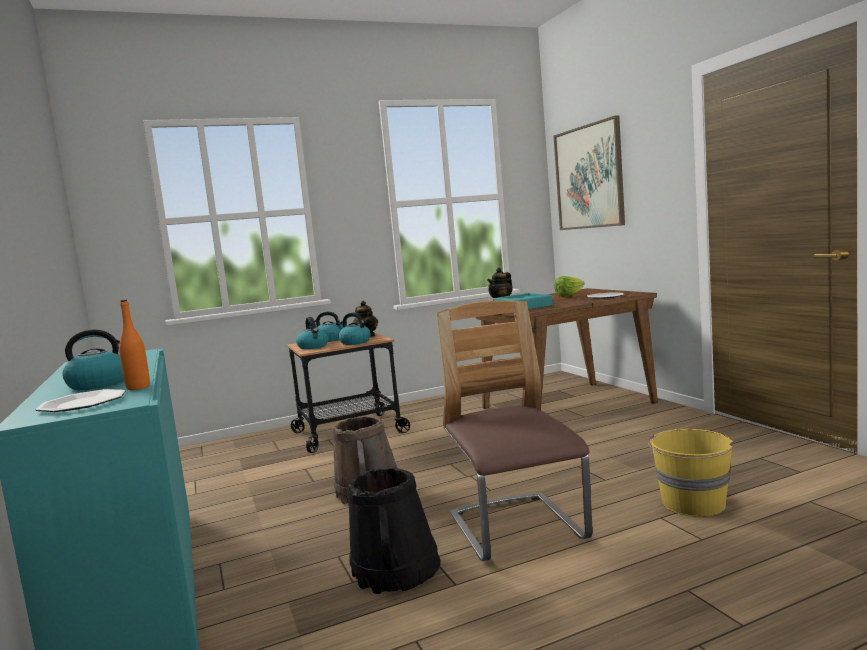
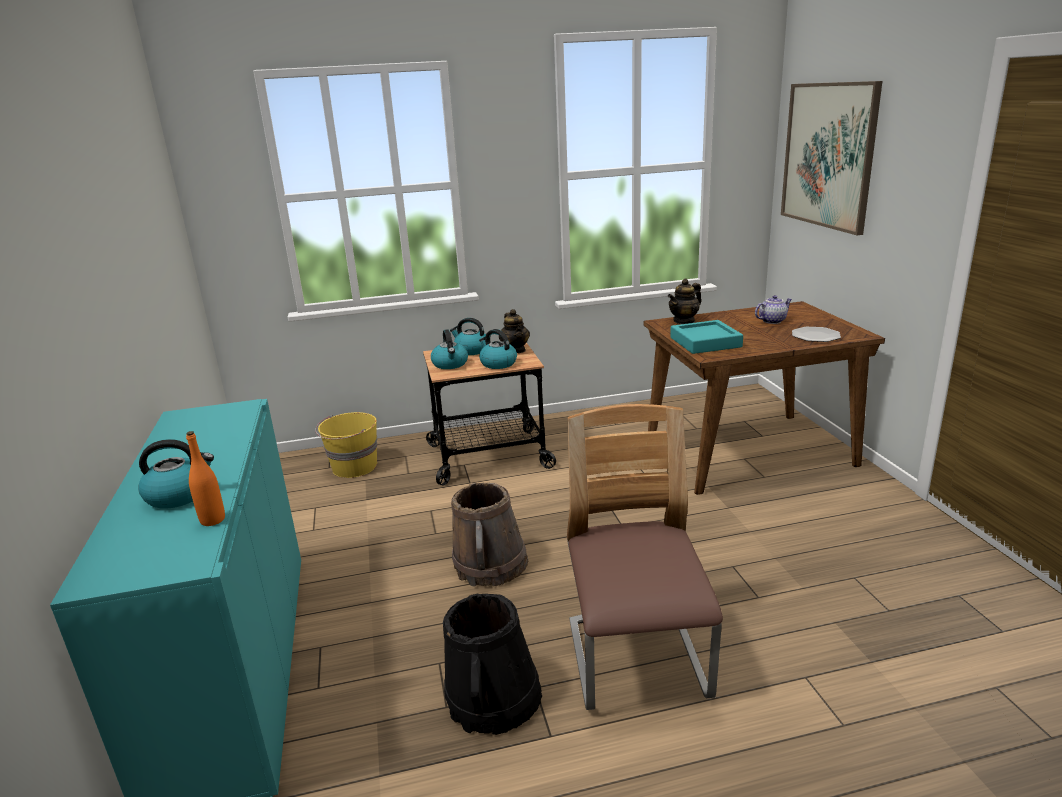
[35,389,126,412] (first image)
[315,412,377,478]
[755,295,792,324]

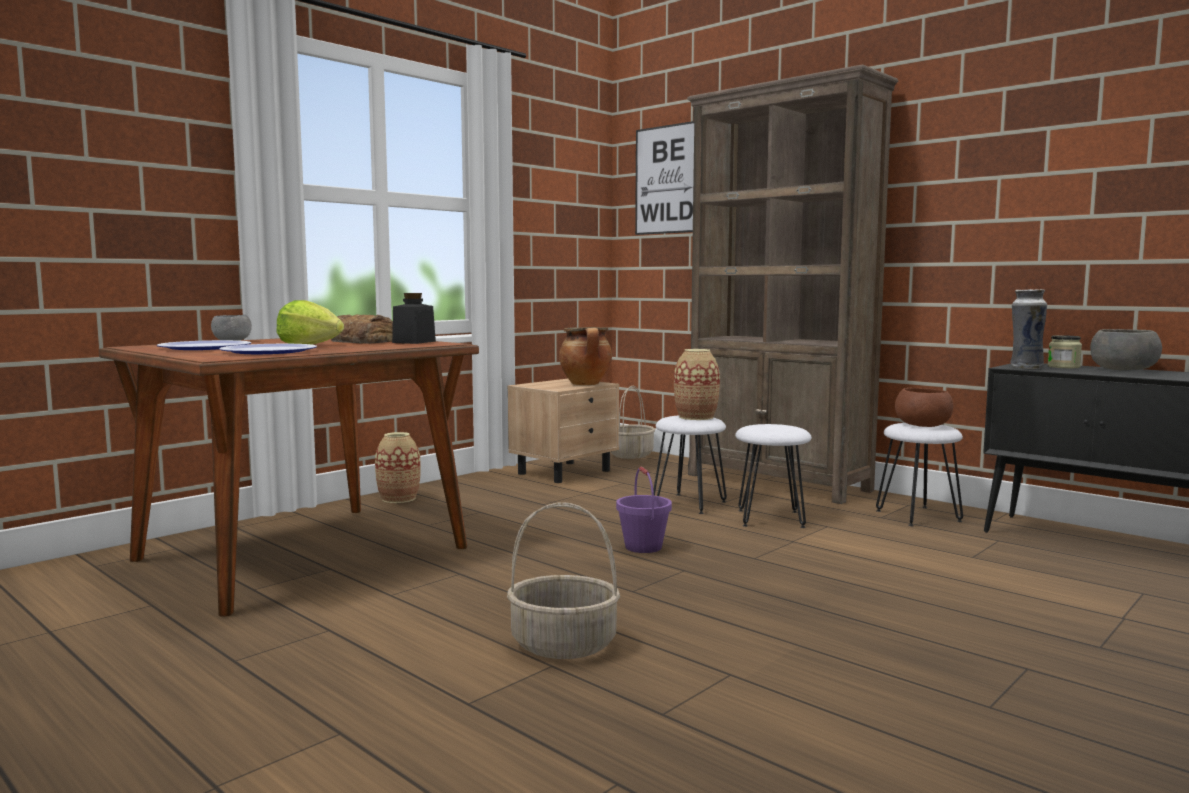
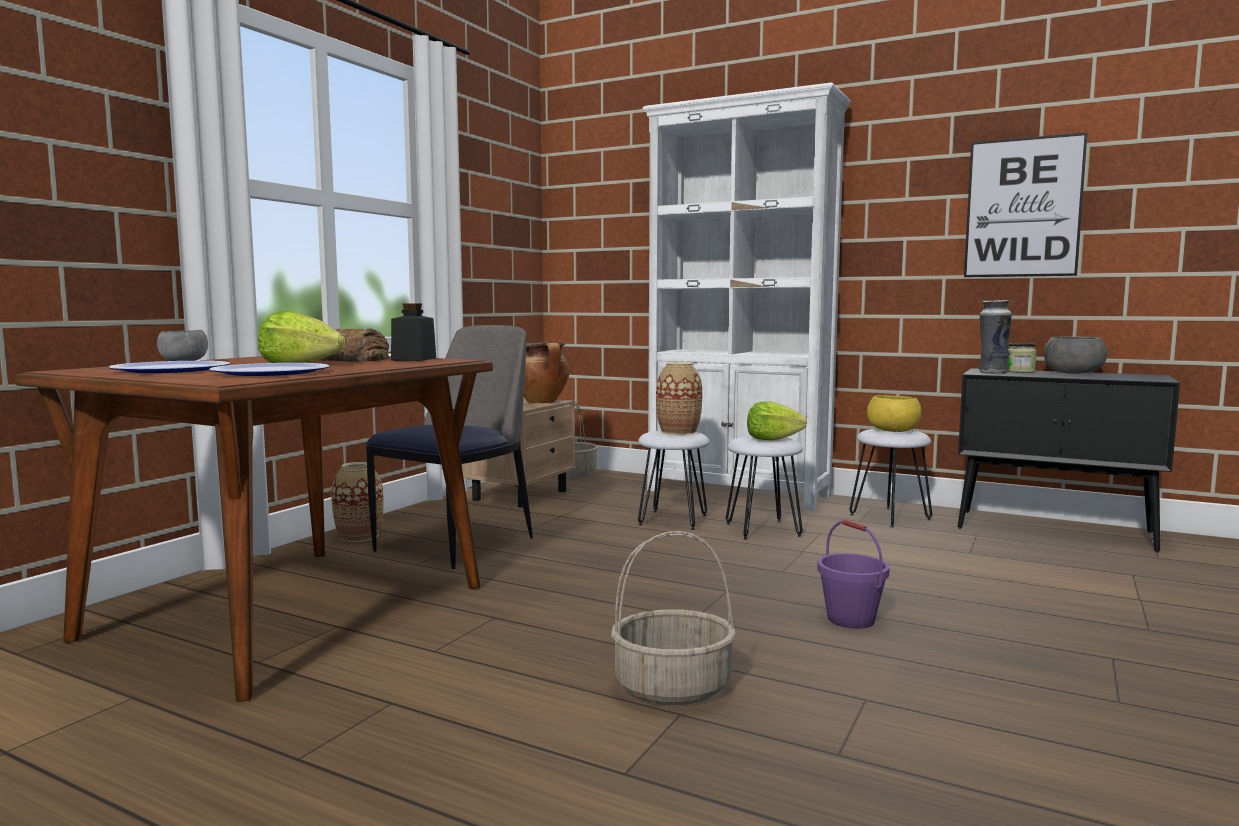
[366,325,533,569]
[747,401,807,441]
[817,520,890,629]
[964,132,1087,277]
[643,82,851,511]
[867,395,922,432]

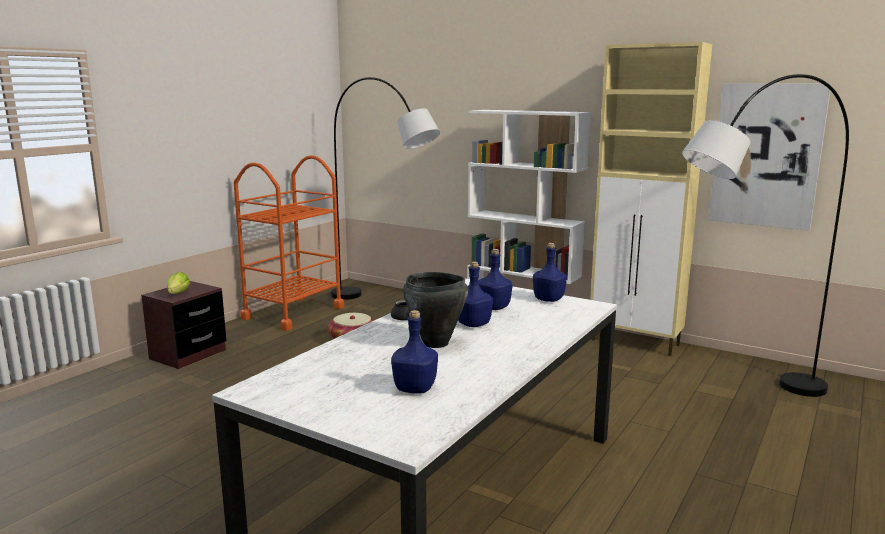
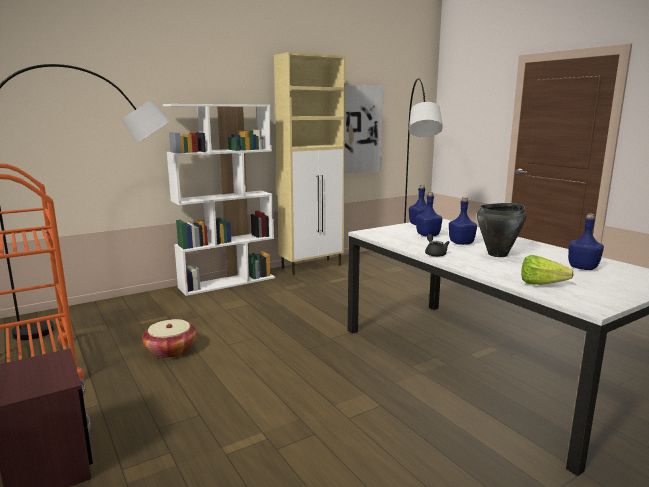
[521,255,574,285]

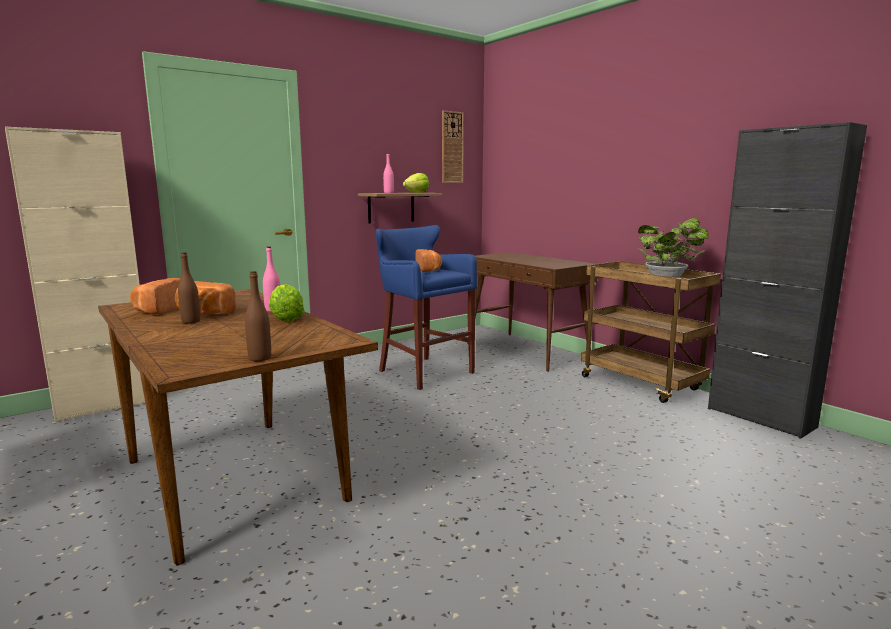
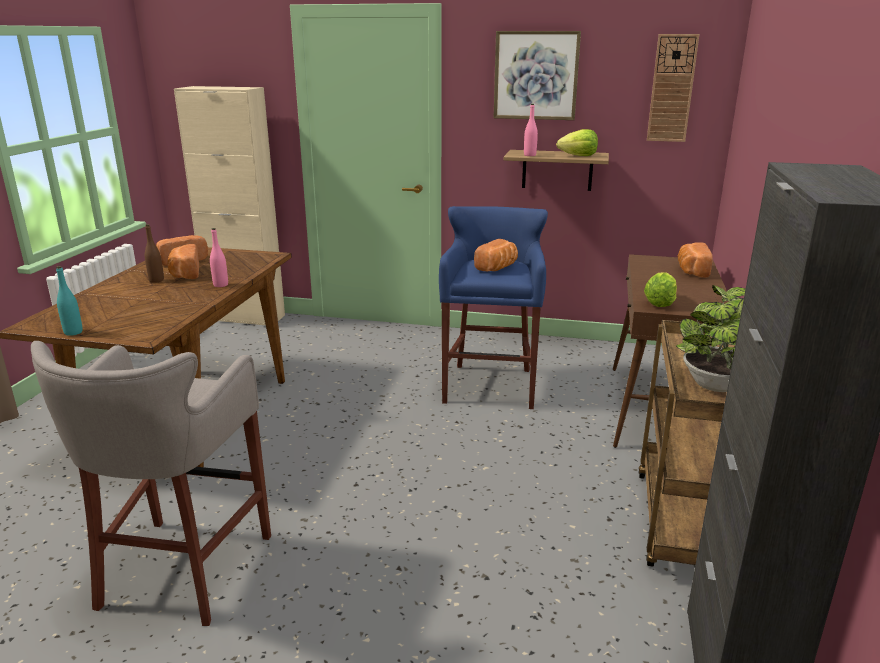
[31,341,271,626]
[494,31,581,120]
[678,242,713,278]
[644,272,677,307]
[56,266,83,336]

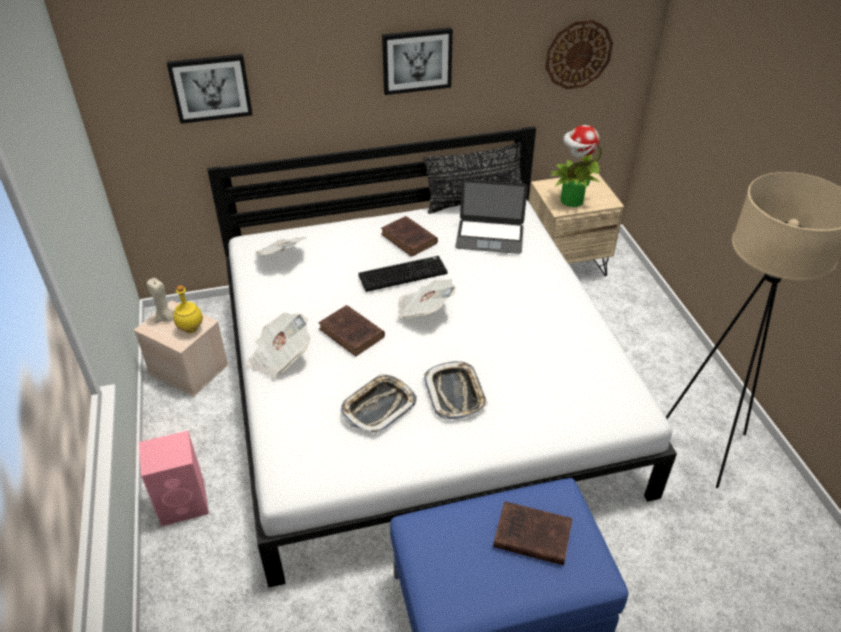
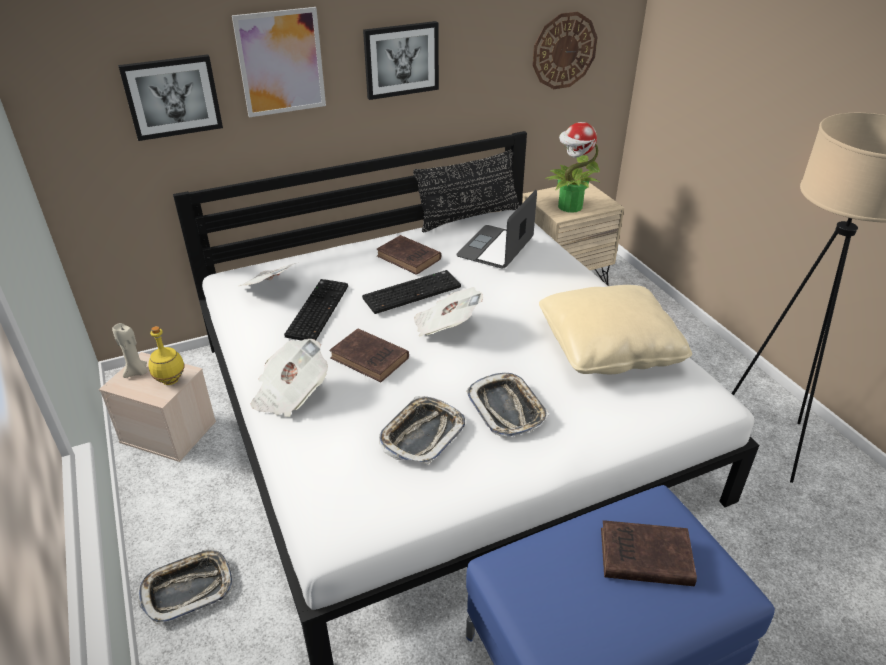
[232,7,326,117]
[284,279,348,341]
[539,285,692,374]
[137,547,233,625]
[456,190,537,269]

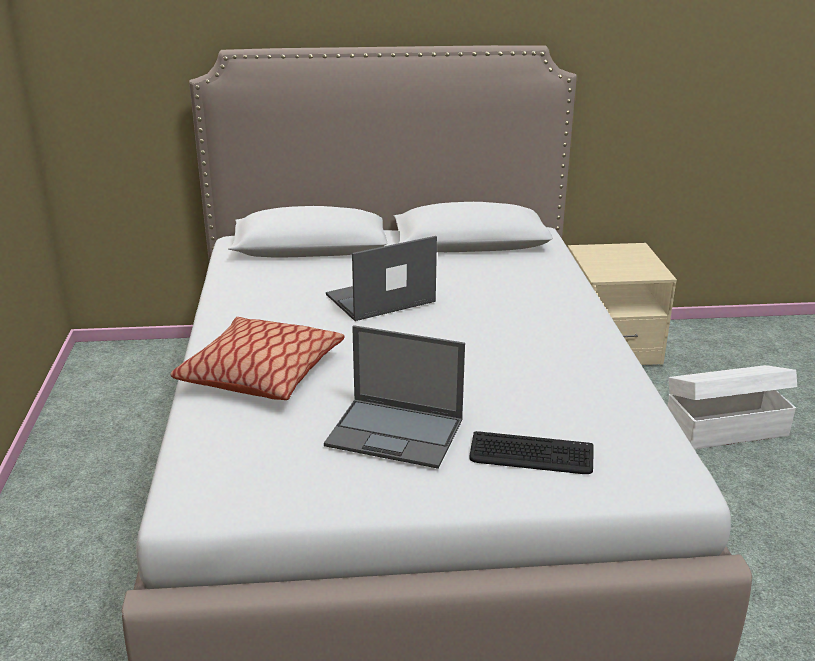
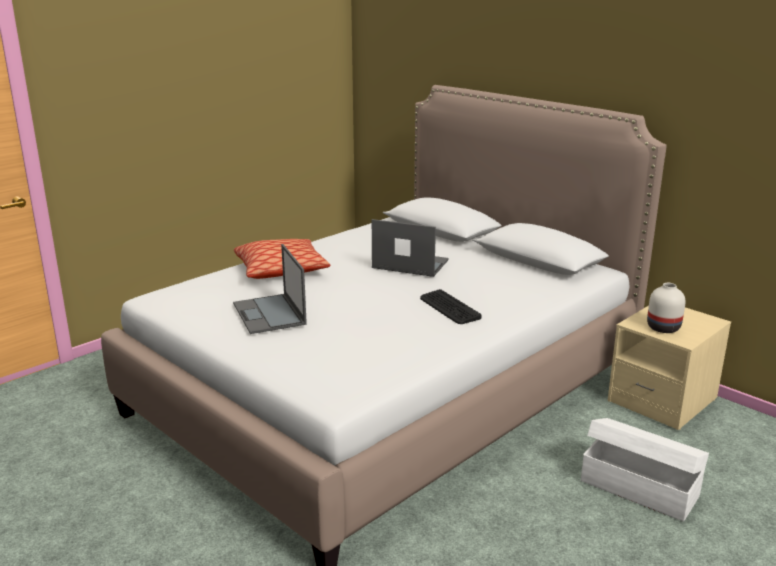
[647,283,686,333]
[420,289,481,324]

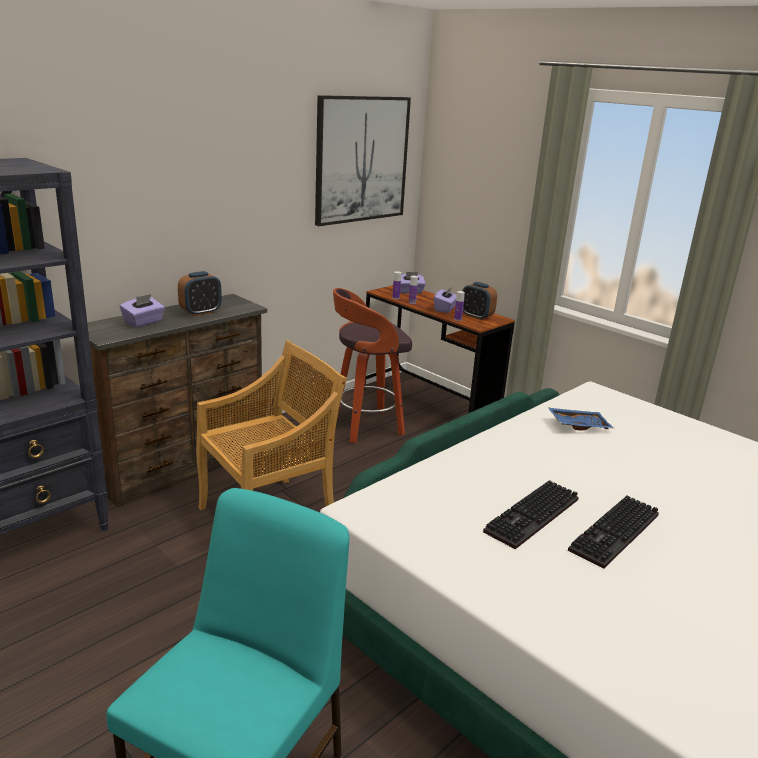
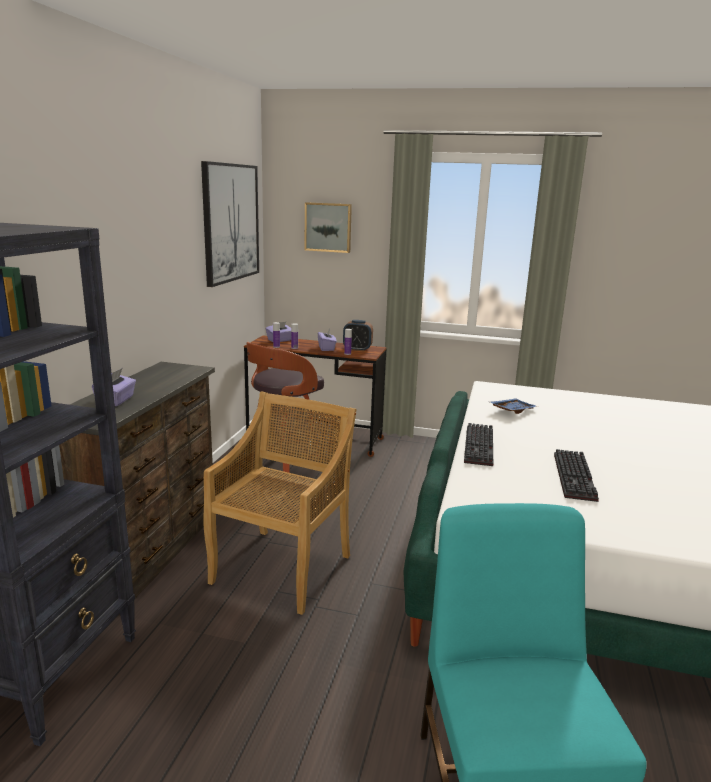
[178,271,222,316] (first image)
[305,202,352,253]
[464,423,493,466]

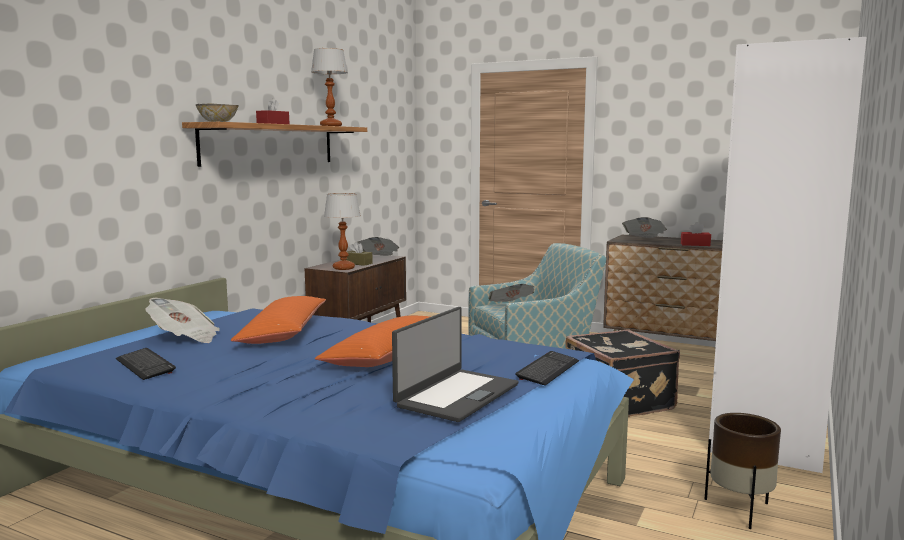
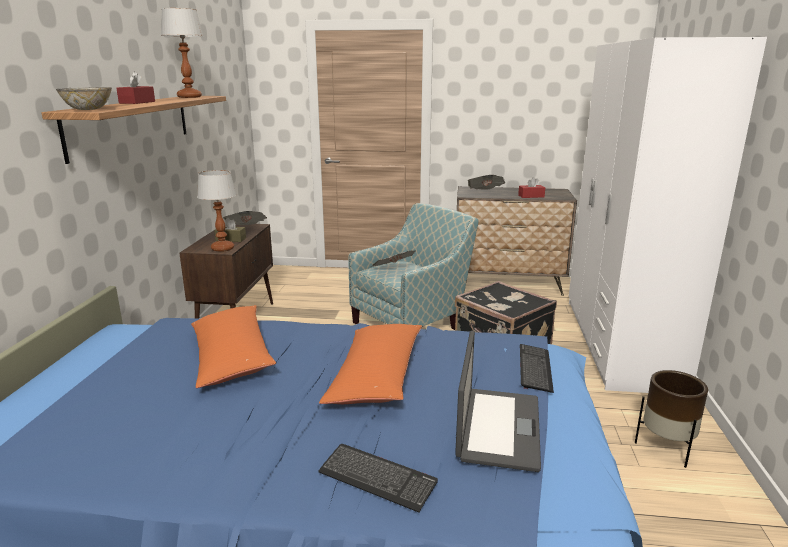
[145,298,219,343] (first image)
[318,444,438,512]

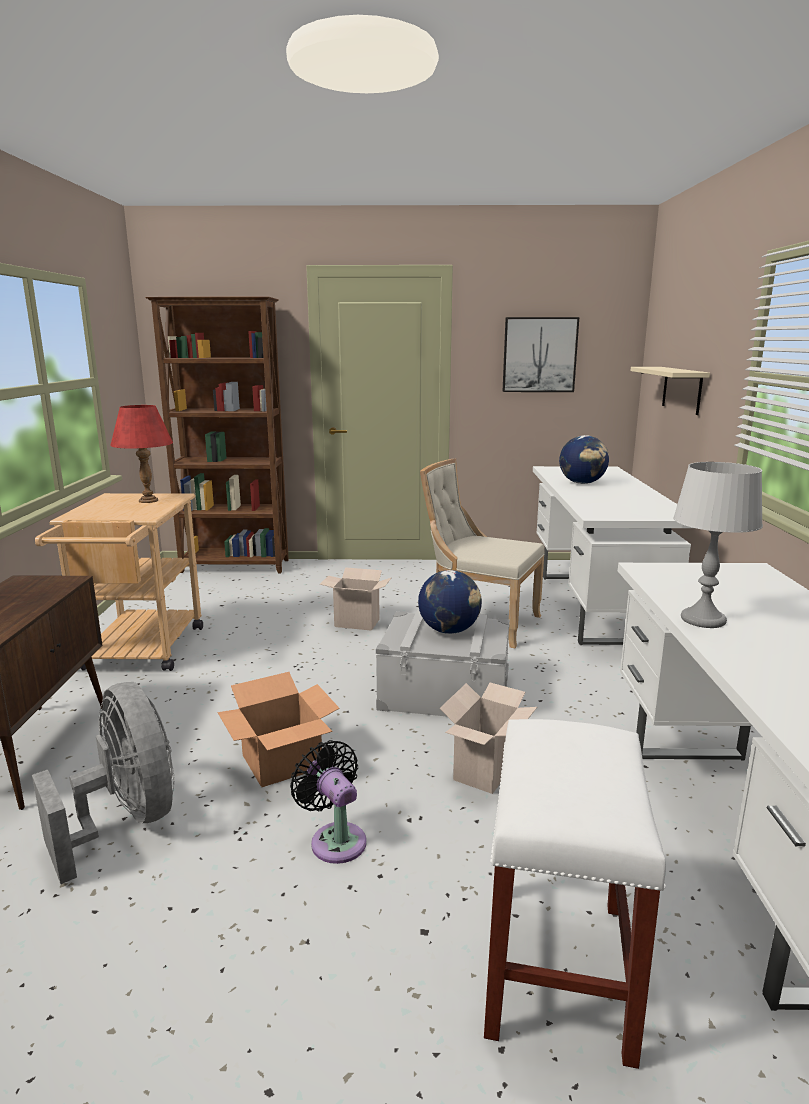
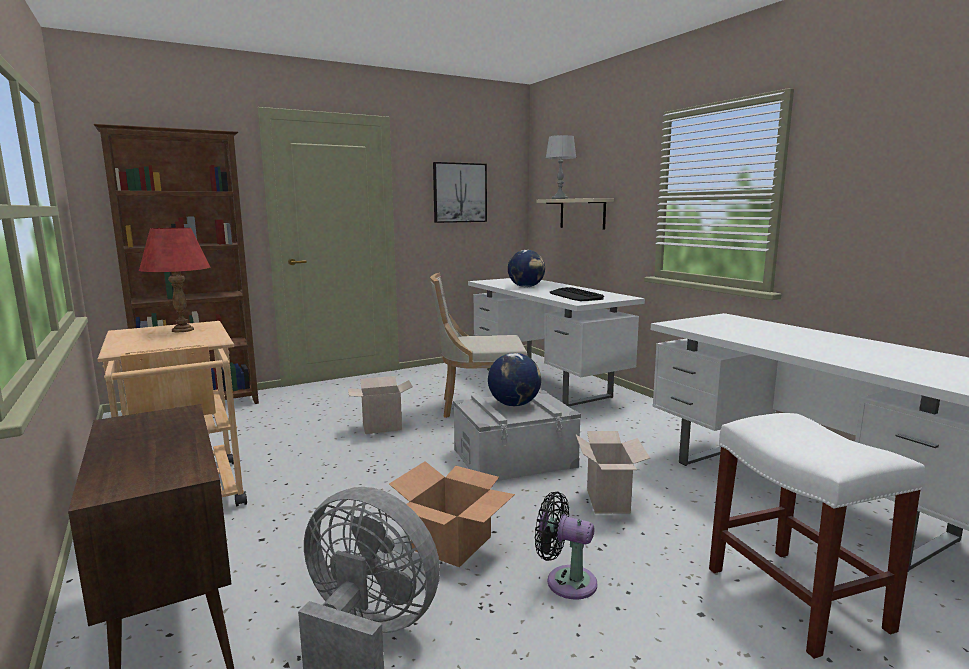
[549,287,604,301]
[546,135,576,199]

